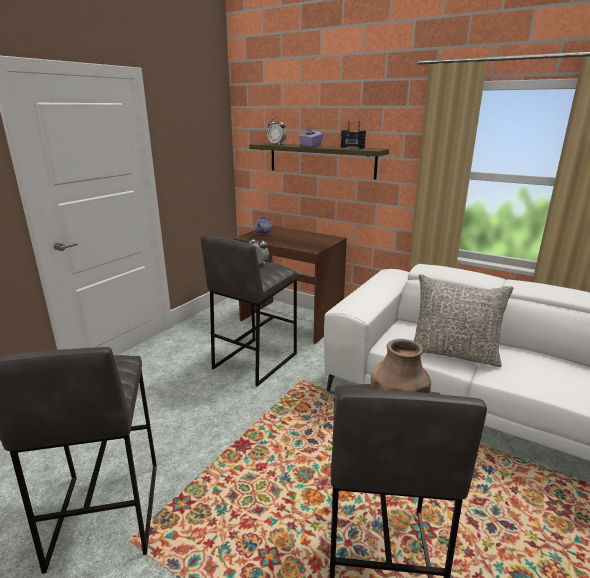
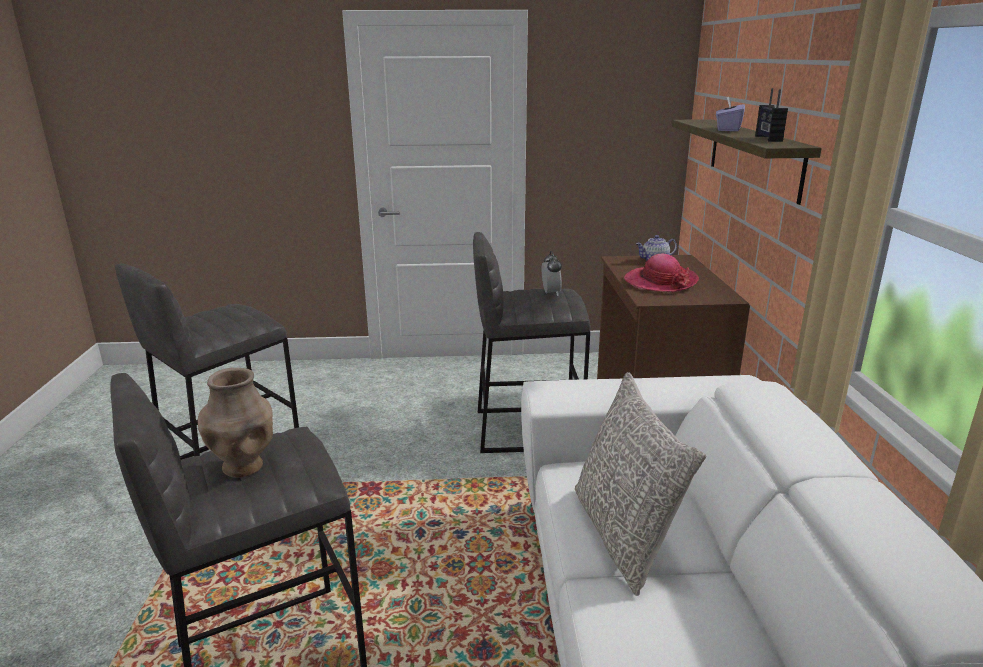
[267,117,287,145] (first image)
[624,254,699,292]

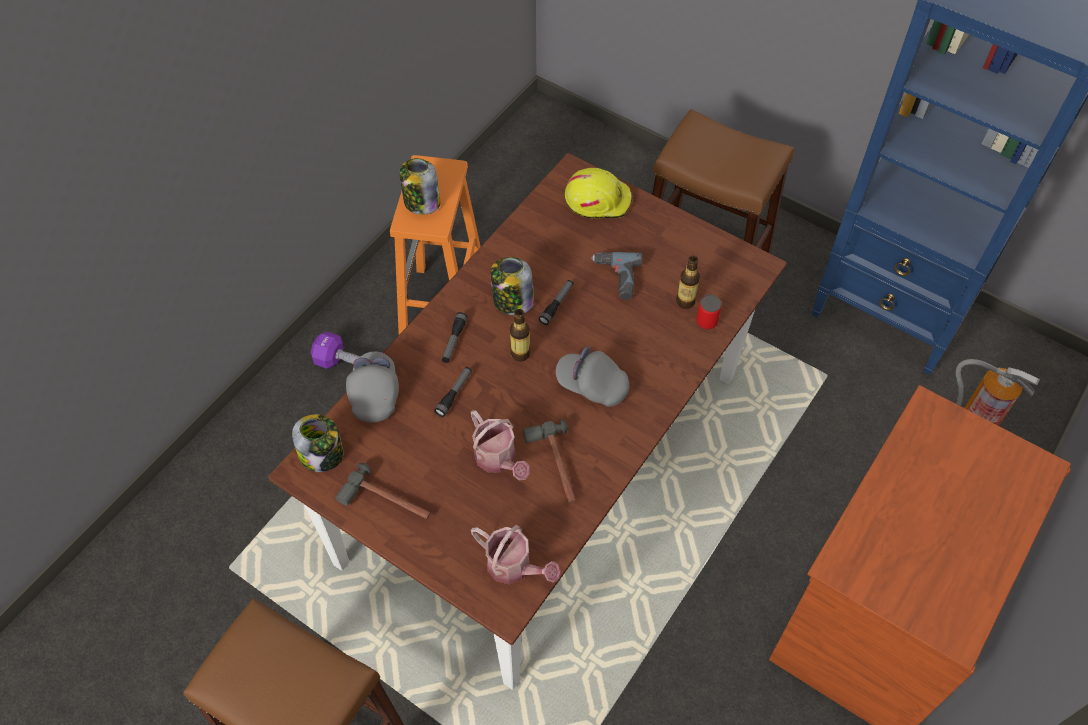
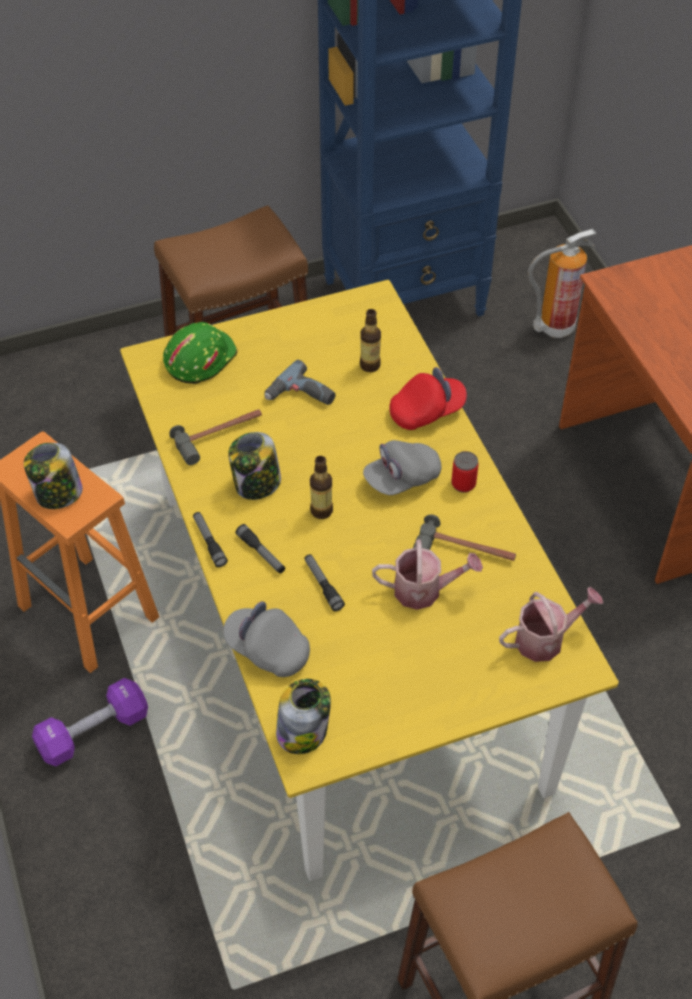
[389,367,467,430]
[169,409,262,465]
[193,512,228,567]
[451,451,478,493]
[120,280,619,881]
[163,322,238,384]

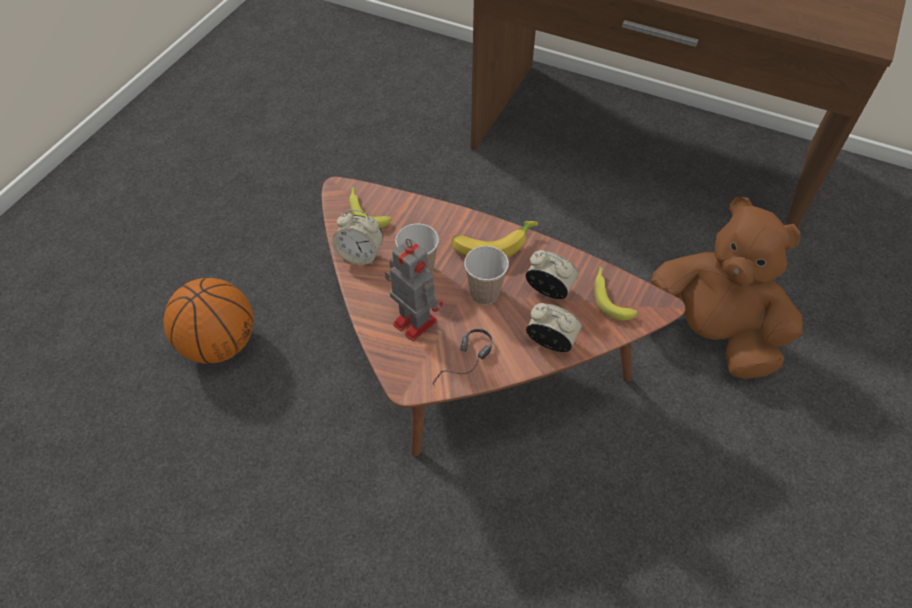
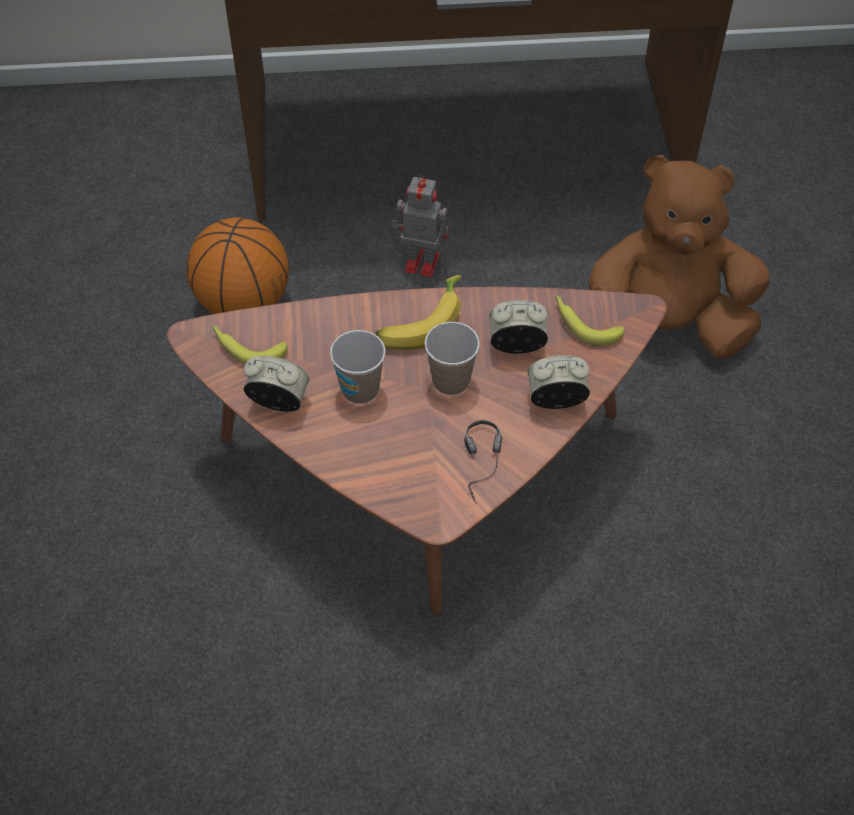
[186,218,289,314]
[391,173,449,277]
[244,356,310,412]

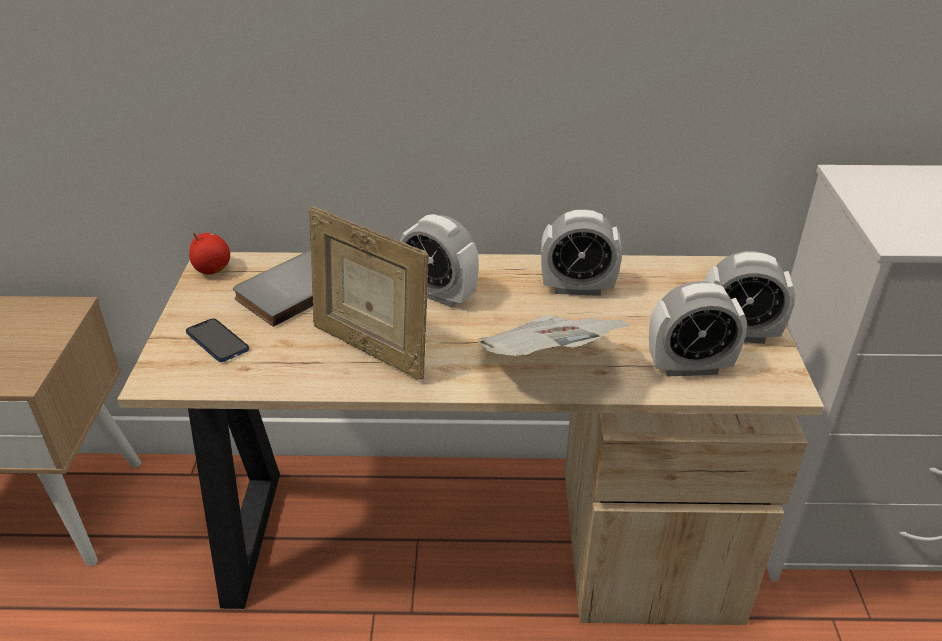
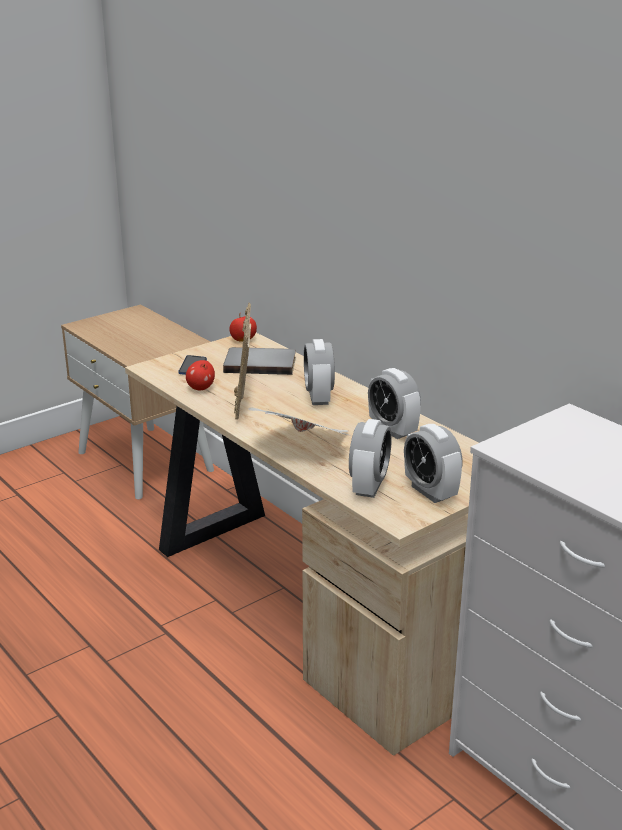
[186,360,215,390]
[349,419,392,498]

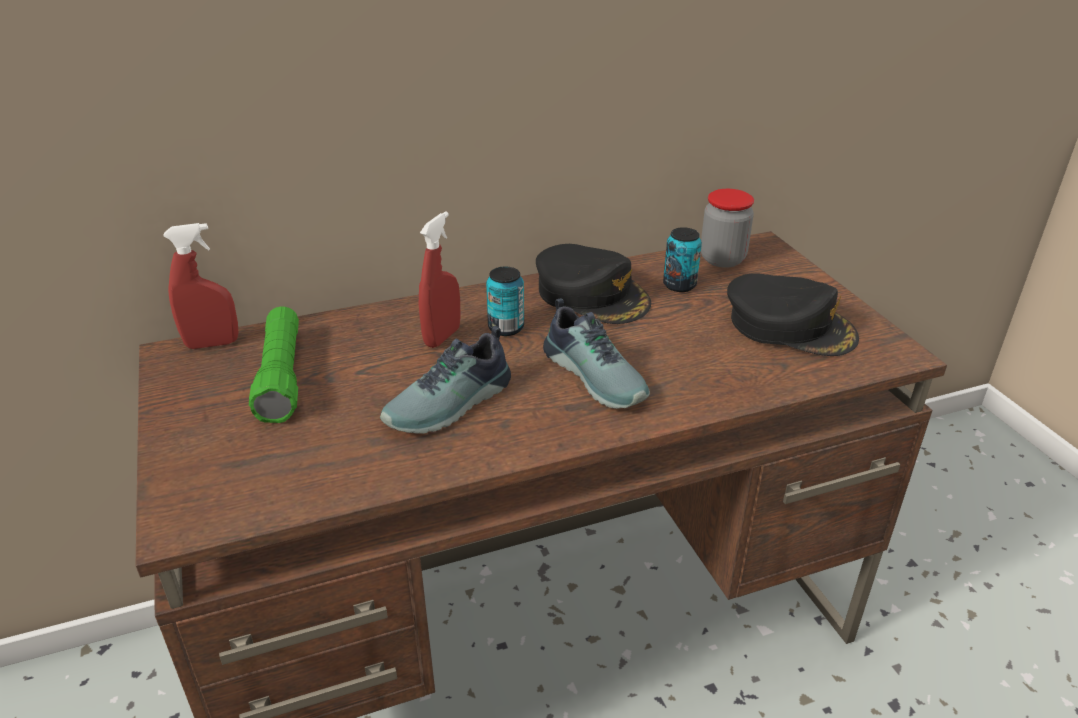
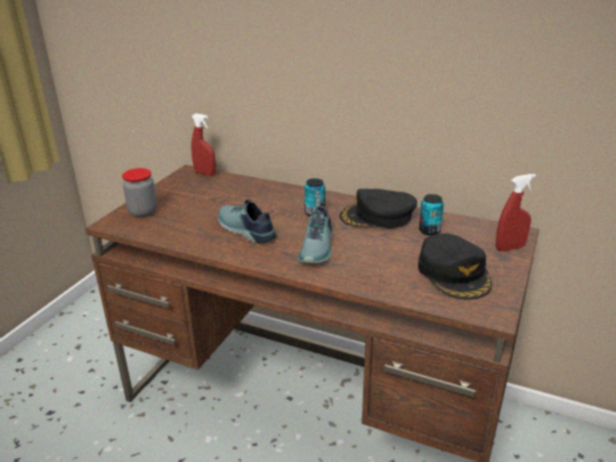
[249,306,299,423] (first image)
[496,174,536,251]
[122,168,157,217]
[218,199,277,244]
[340,189,417,228]

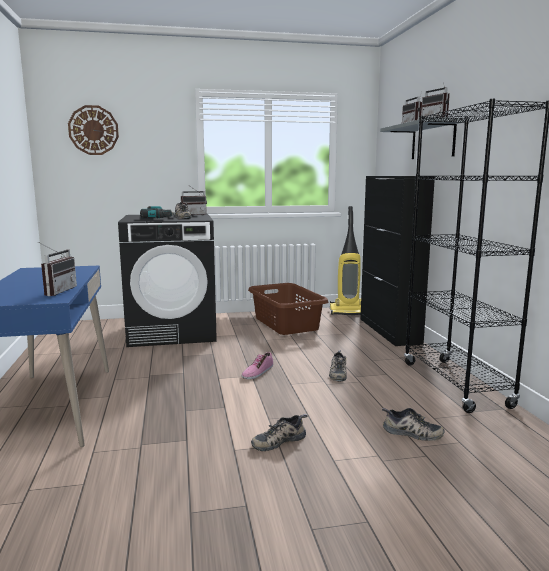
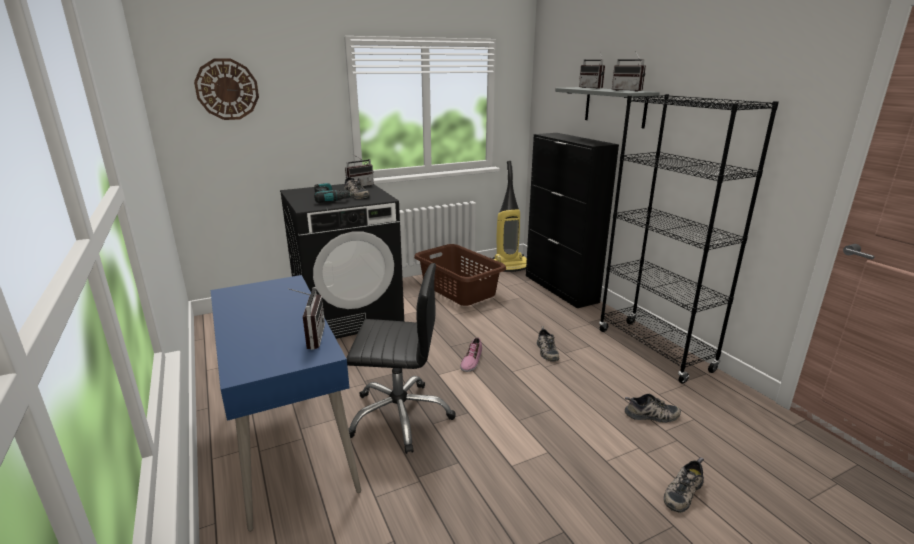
[346,263,456,454]
[664,457,704,513]

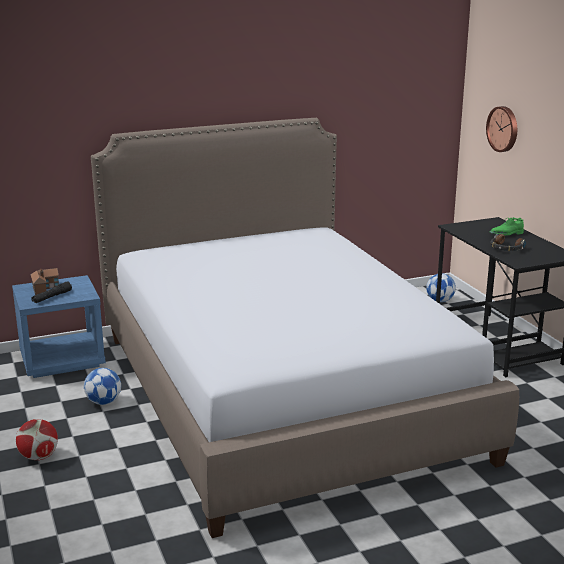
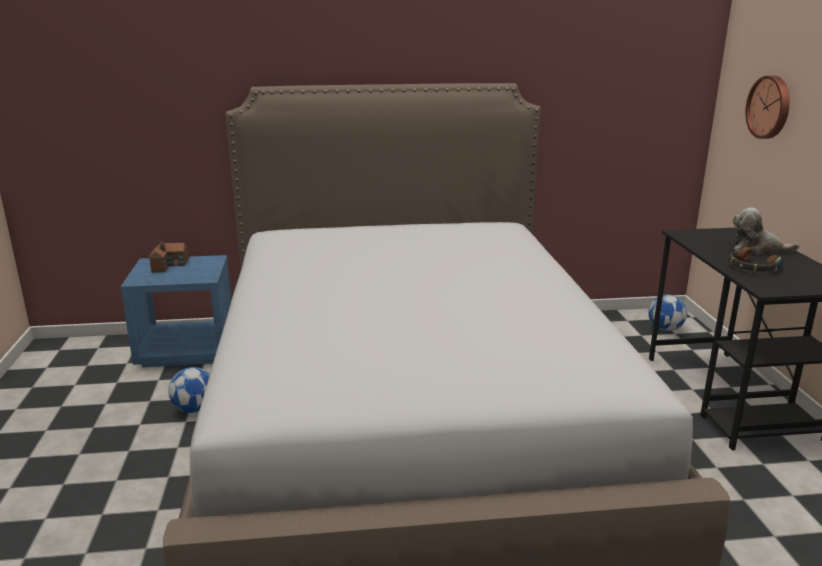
[16,419,58,460] (first image)
[31,281,72,303] (first image)
[732,207,799,255]

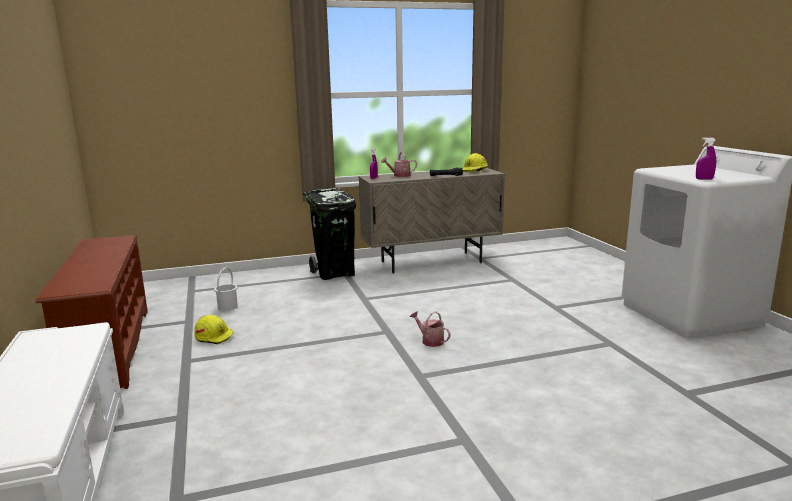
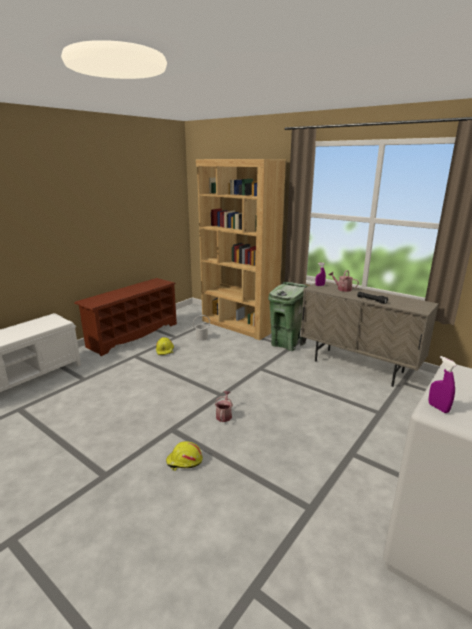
[196,159,286,340]
[166,441,203,471]
[268,282,308,351]

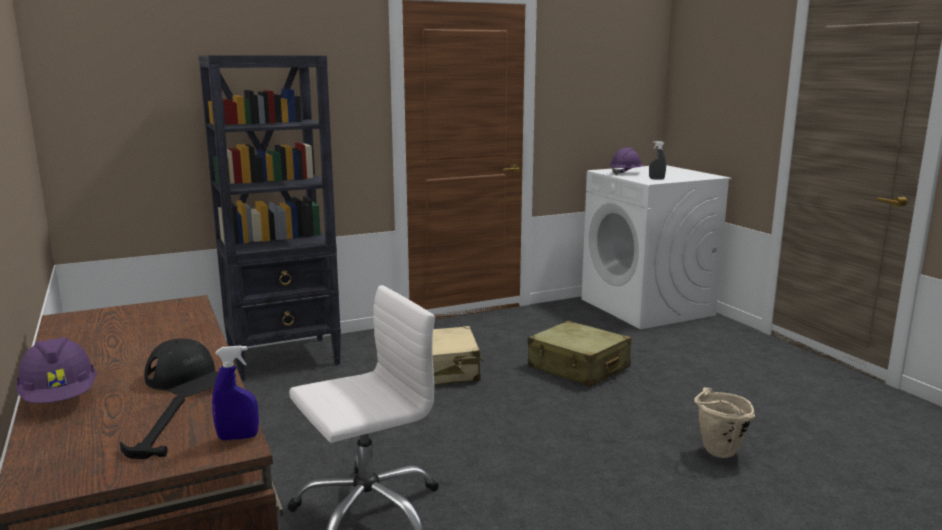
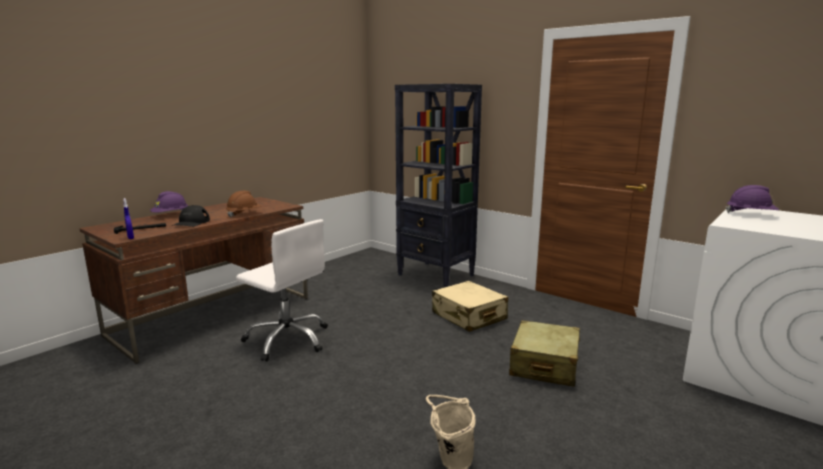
[649,141,666,179] (first image)
[226,191,261,218]

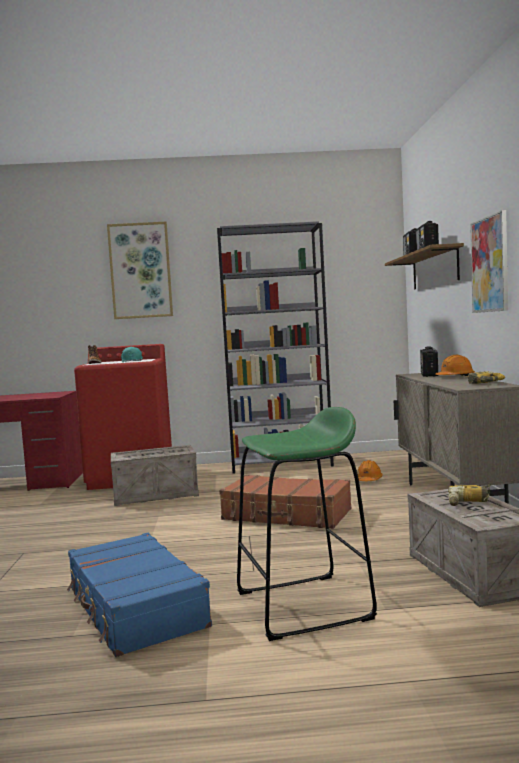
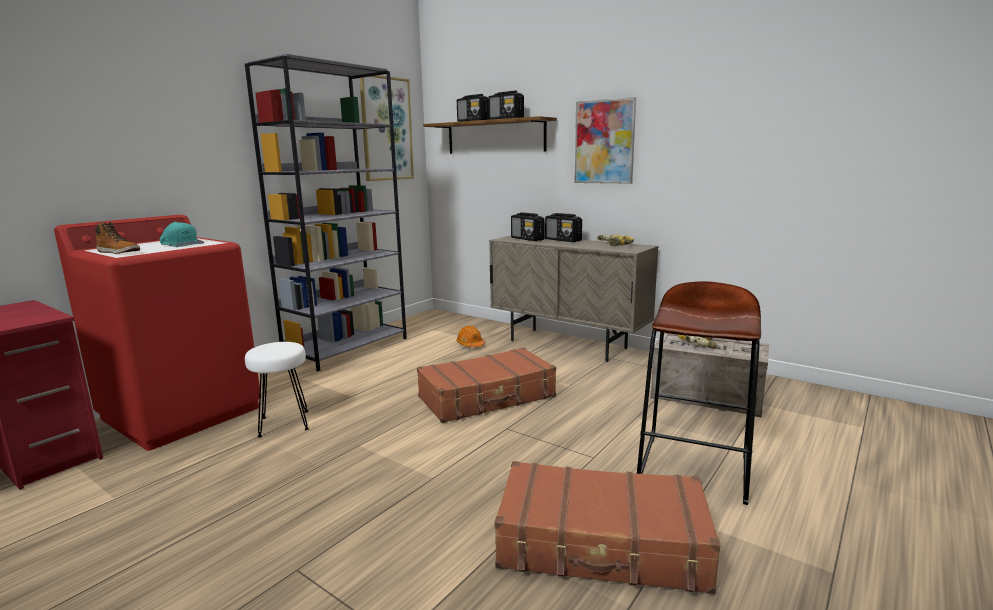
[359,75,414,181]
[245,342,309,438]
[545,213,582,242]
[494,461,720,594]
[637,281,761,505]

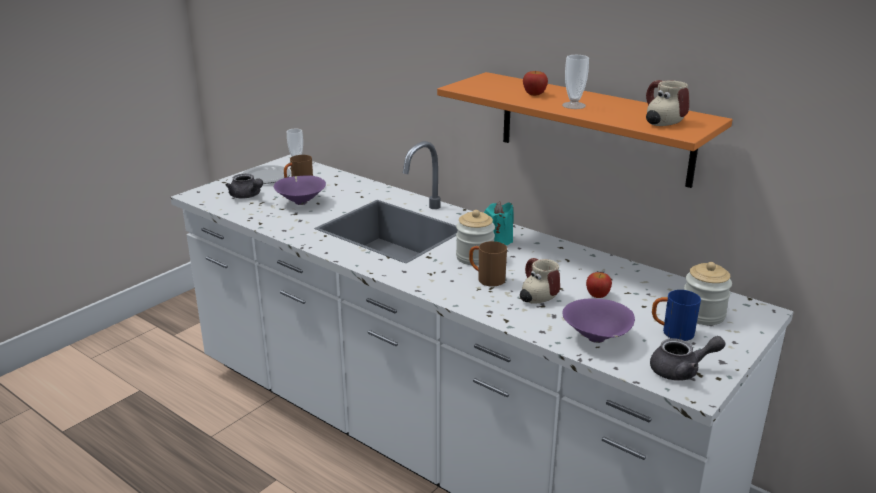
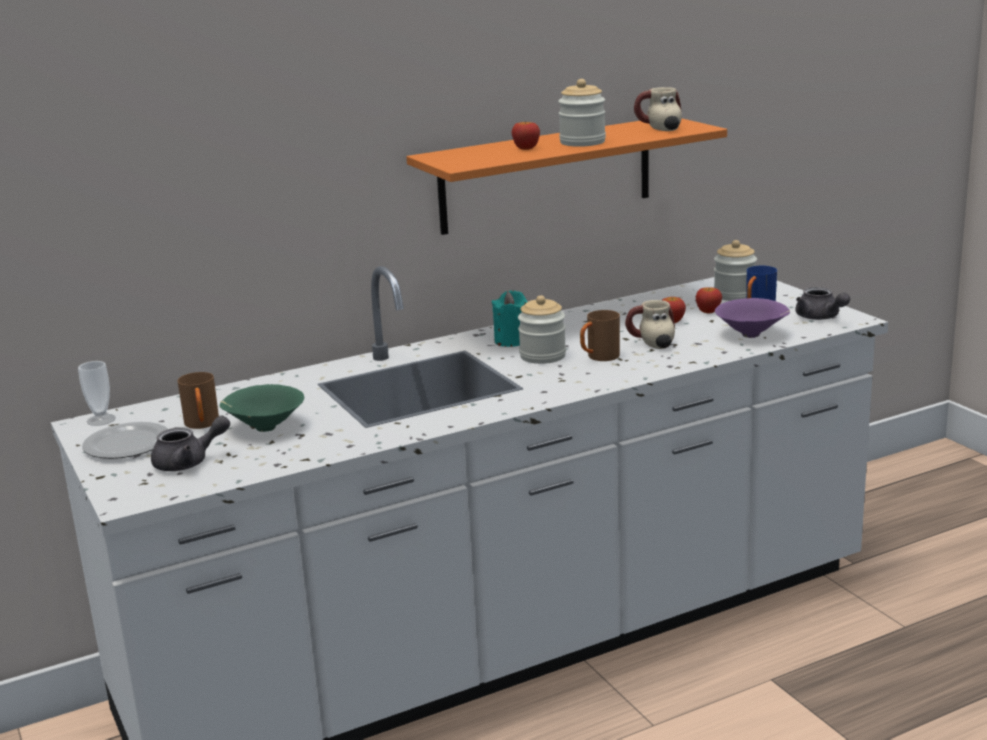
[696,287,722,313]
[558,79,606,147]
[219,384,304,432]
[796,287,850,320]

